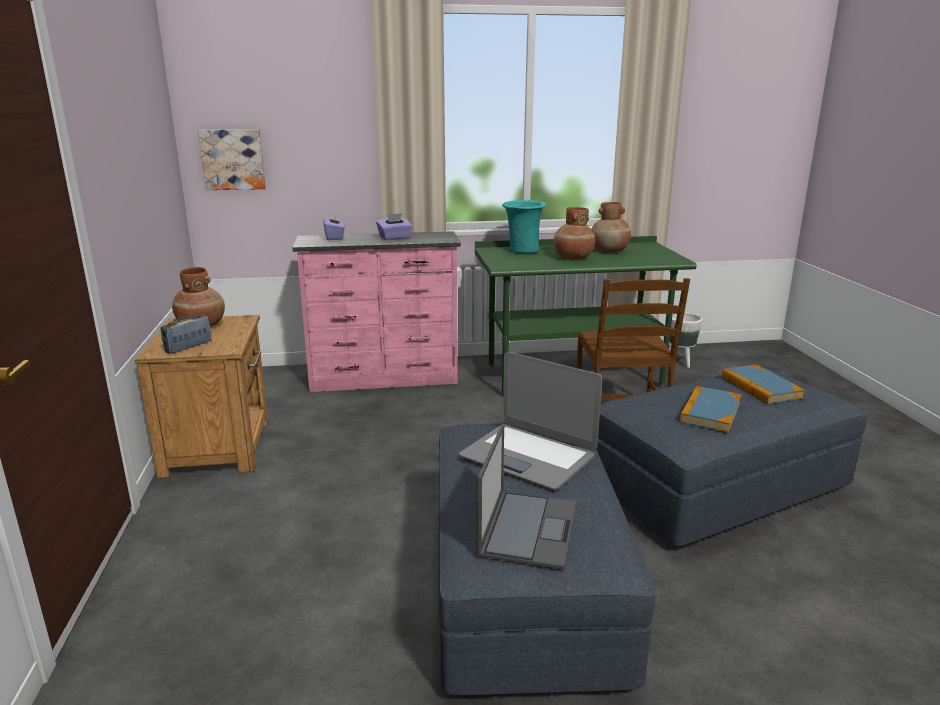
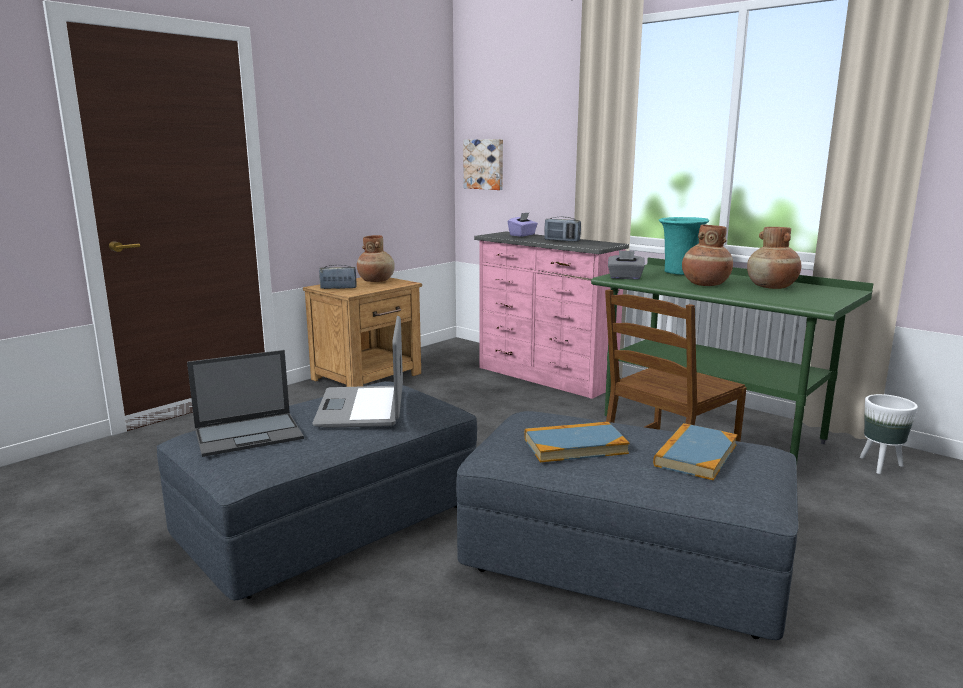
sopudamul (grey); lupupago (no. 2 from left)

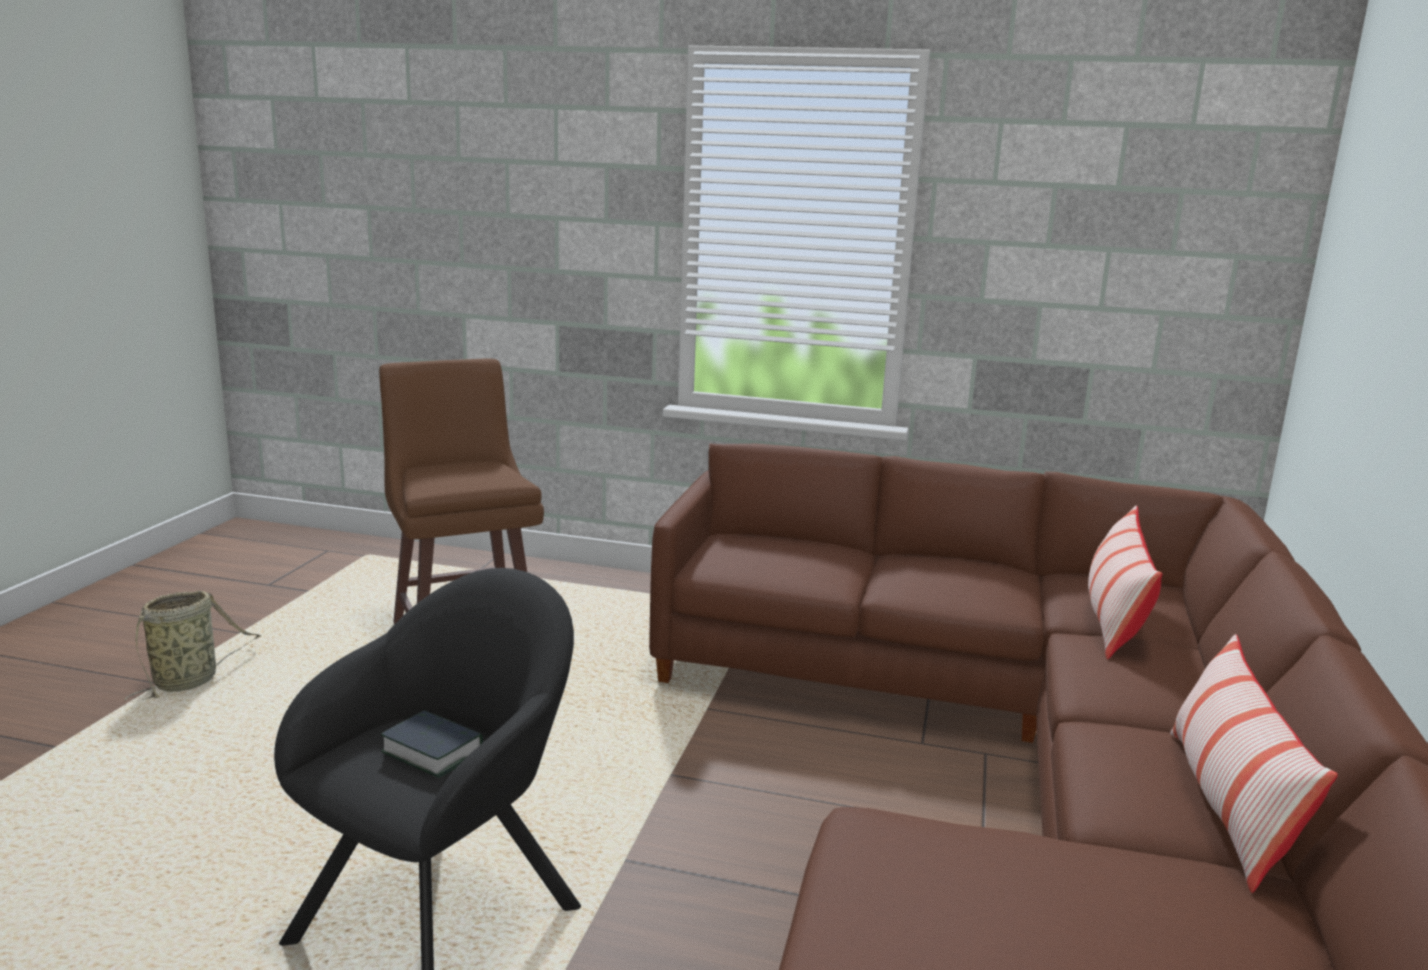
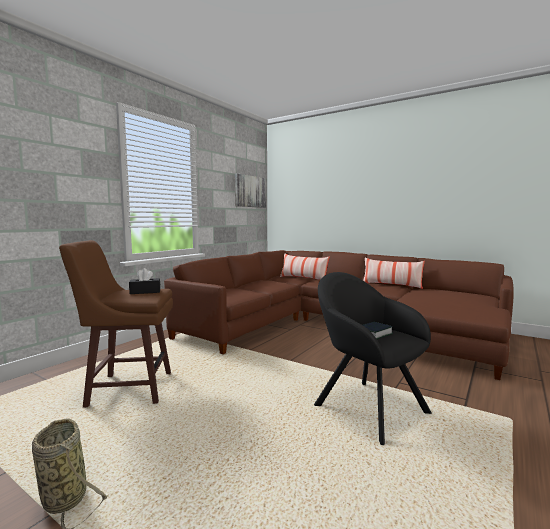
sopudamul (black); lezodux

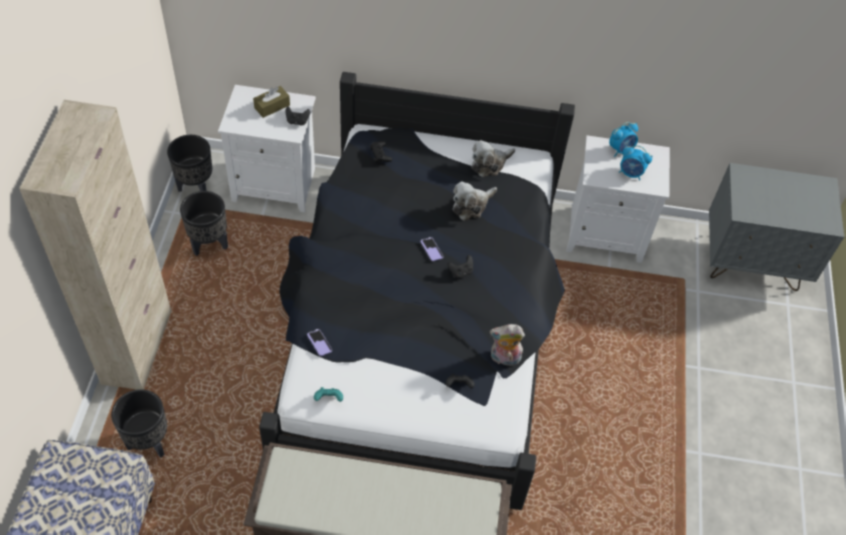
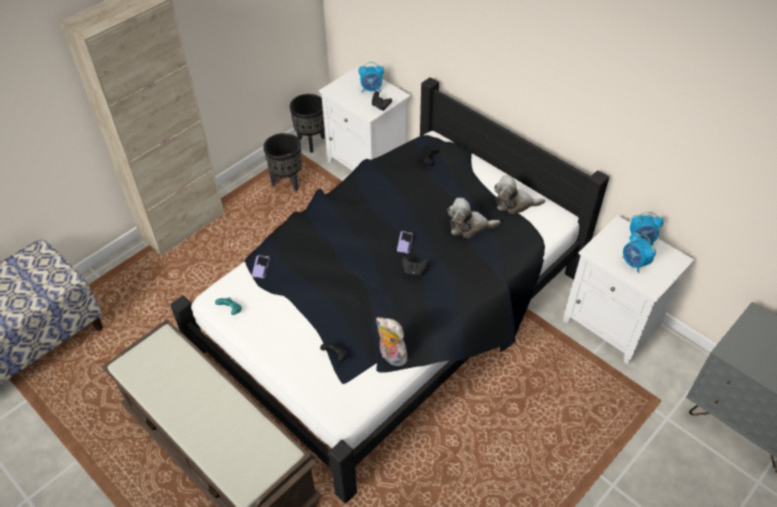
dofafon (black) (no. 1 from left in the first image); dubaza (no. 1 from left)

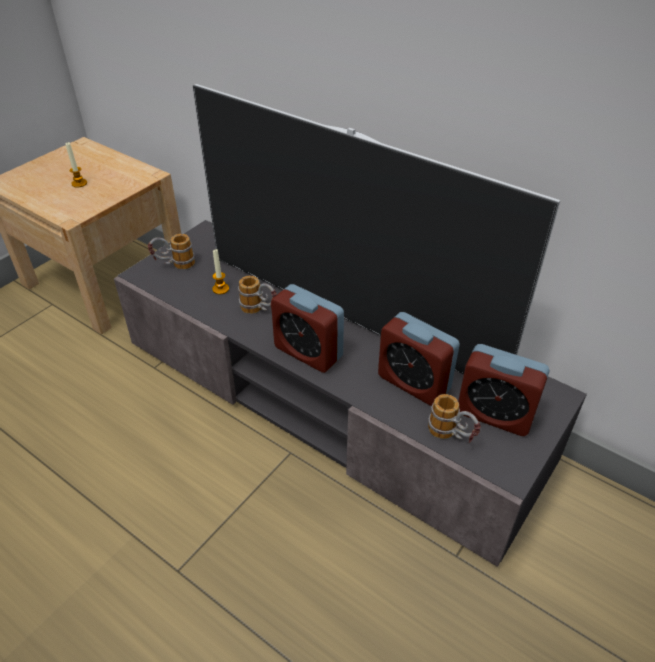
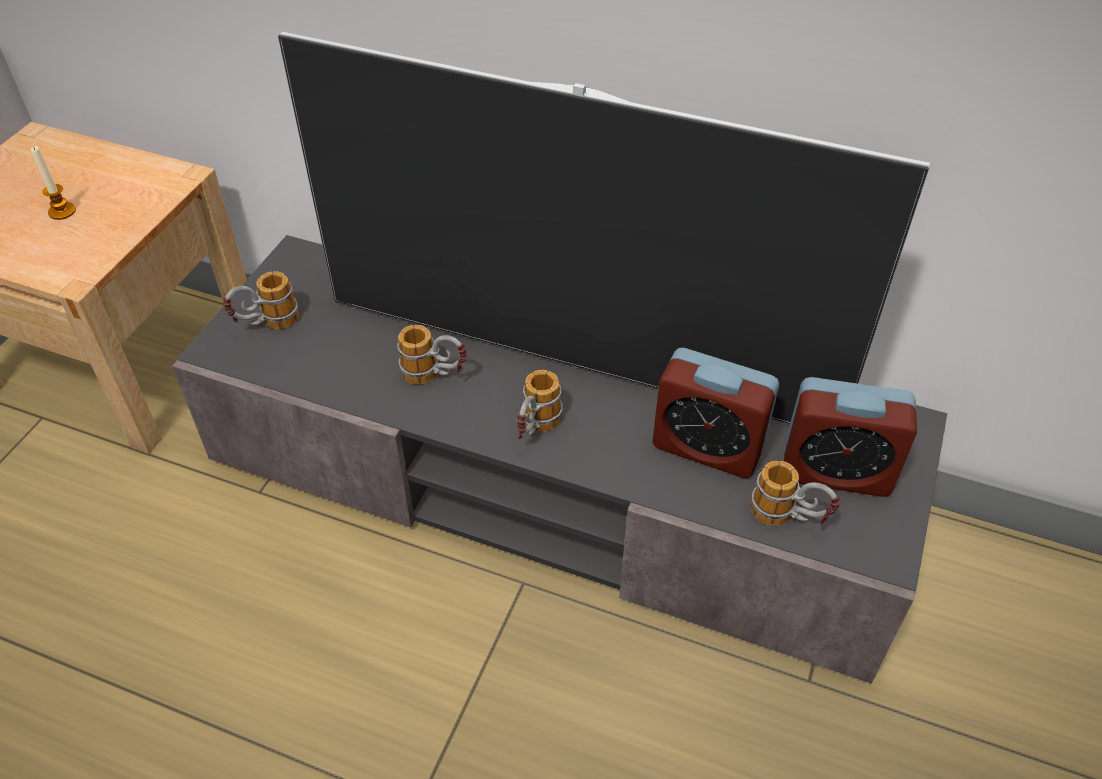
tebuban (no. 2 from left in the first image); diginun (no. 3 from left)

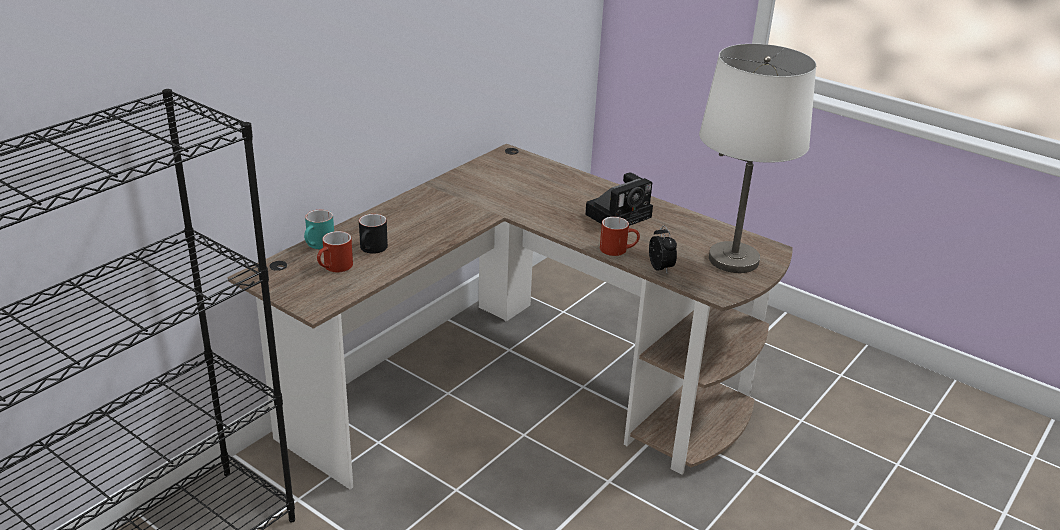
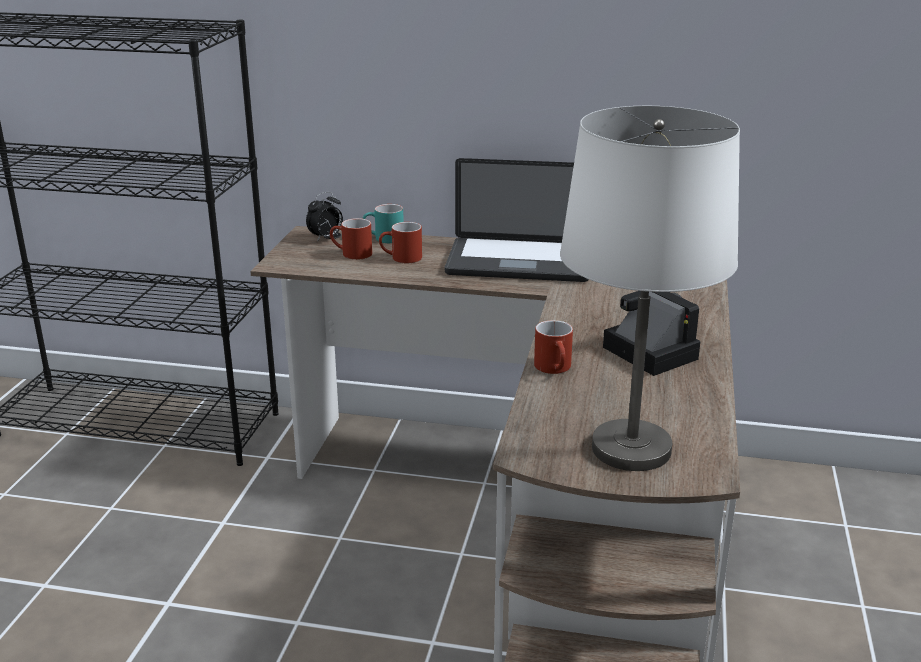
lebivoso; dubaza; diginun (red) (no. 2 from left); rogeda

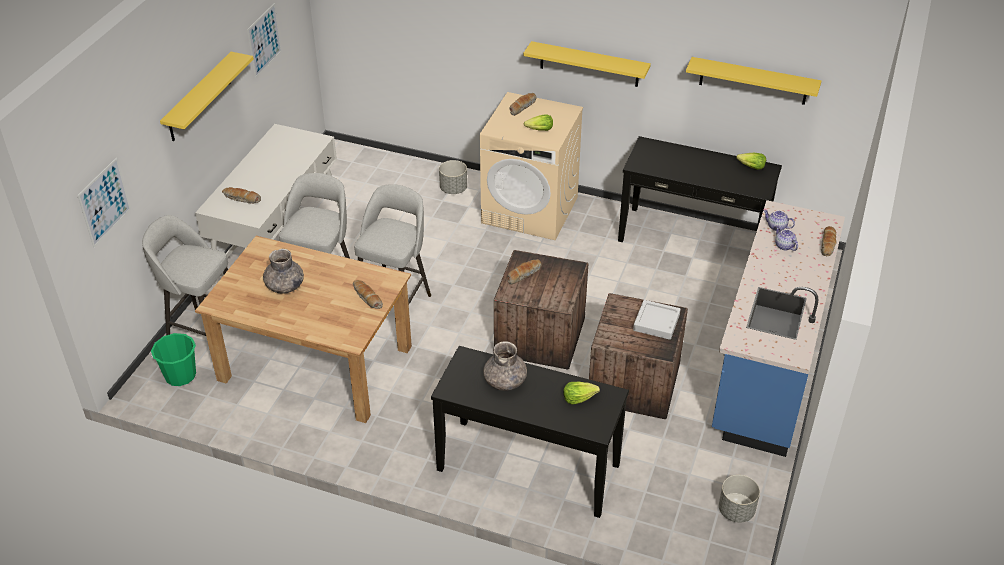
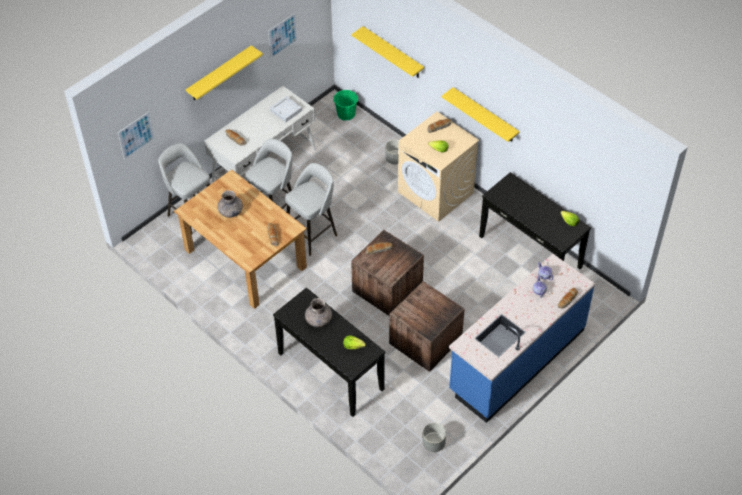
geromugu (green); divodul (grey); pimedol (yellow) (no. 2 from left)

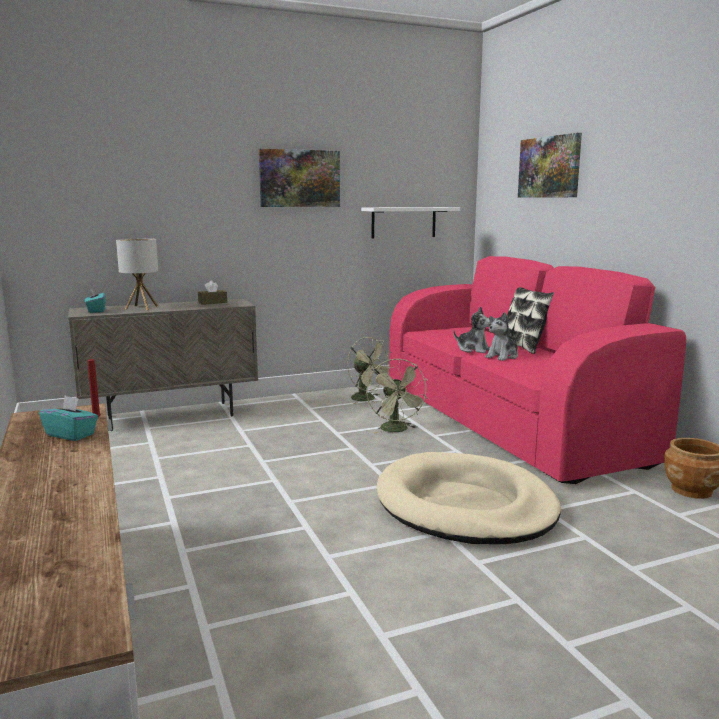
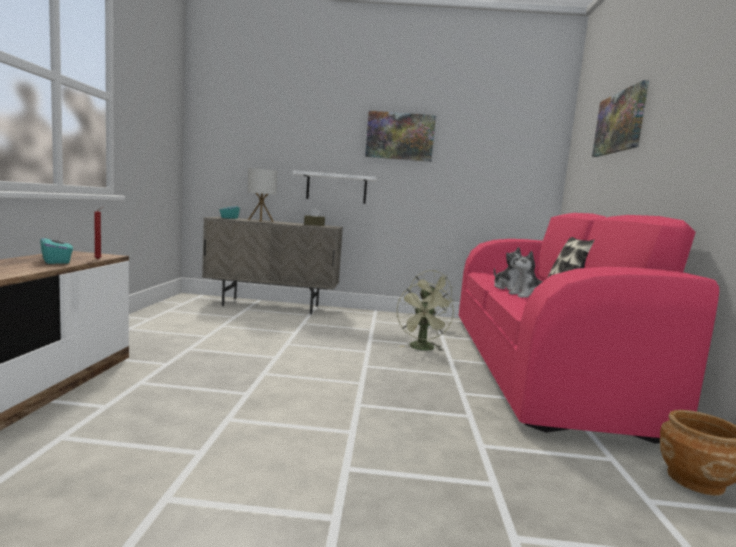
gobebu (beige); pimedol (white)

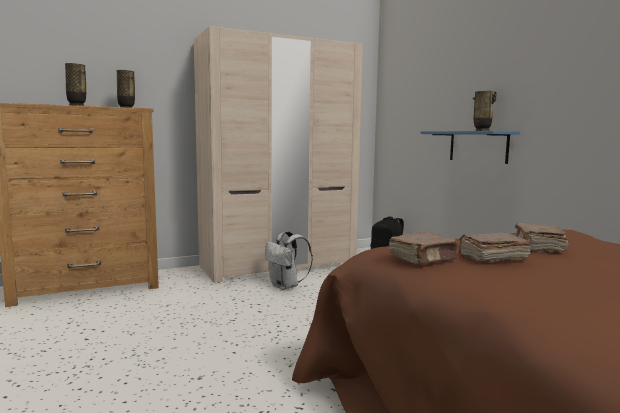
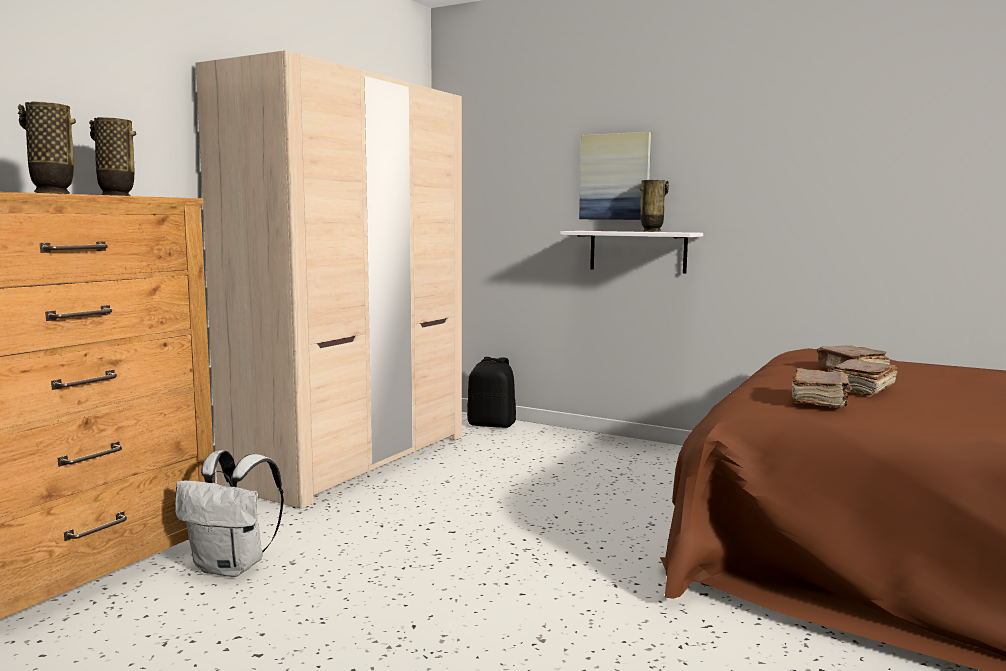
lezodux; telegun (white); pimedol (white)

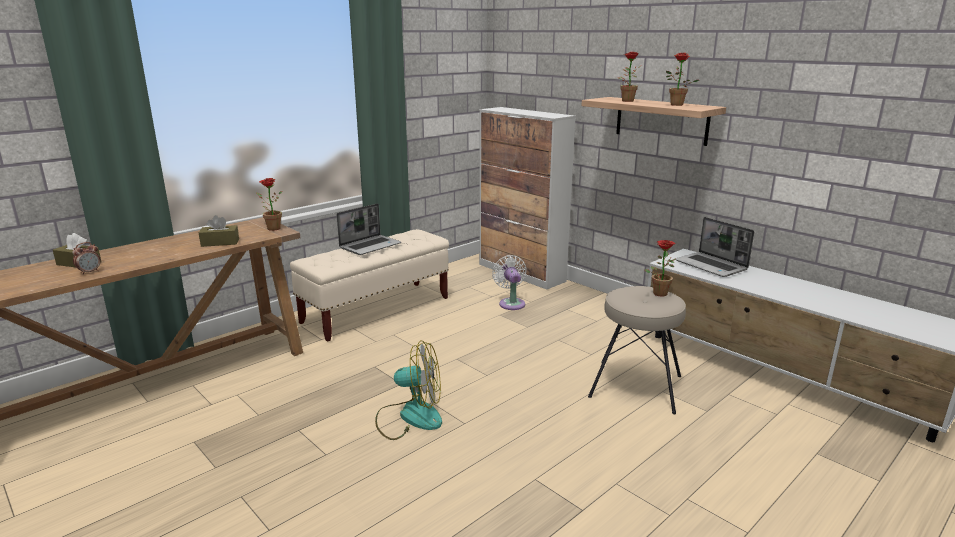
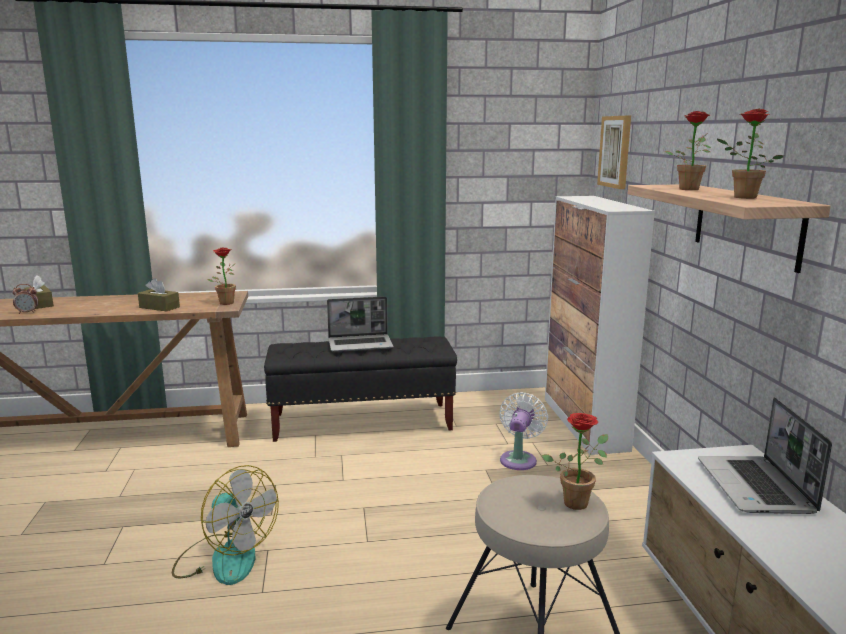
lezodux; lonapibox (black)

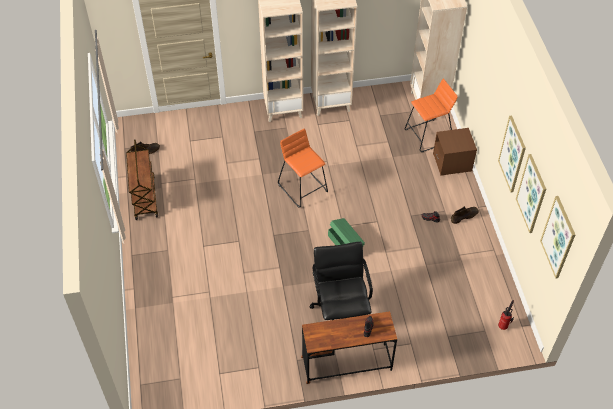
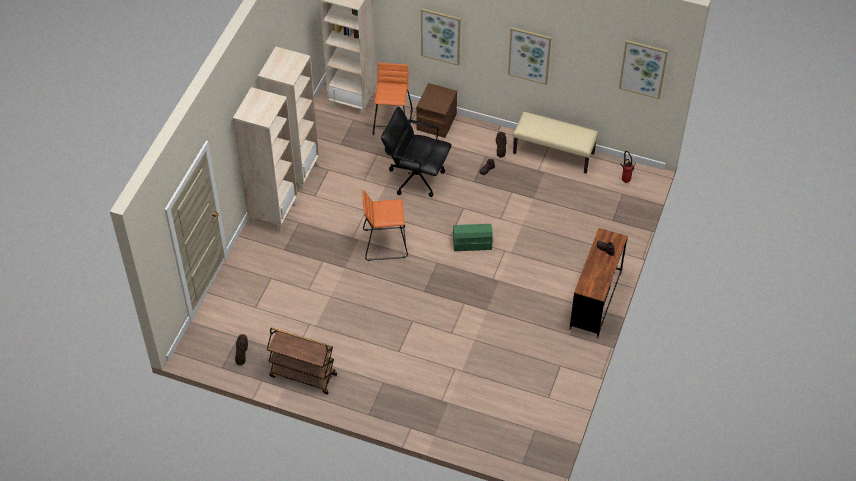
lonapibox (beige); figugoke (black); lezodux (no. 1 from left)

